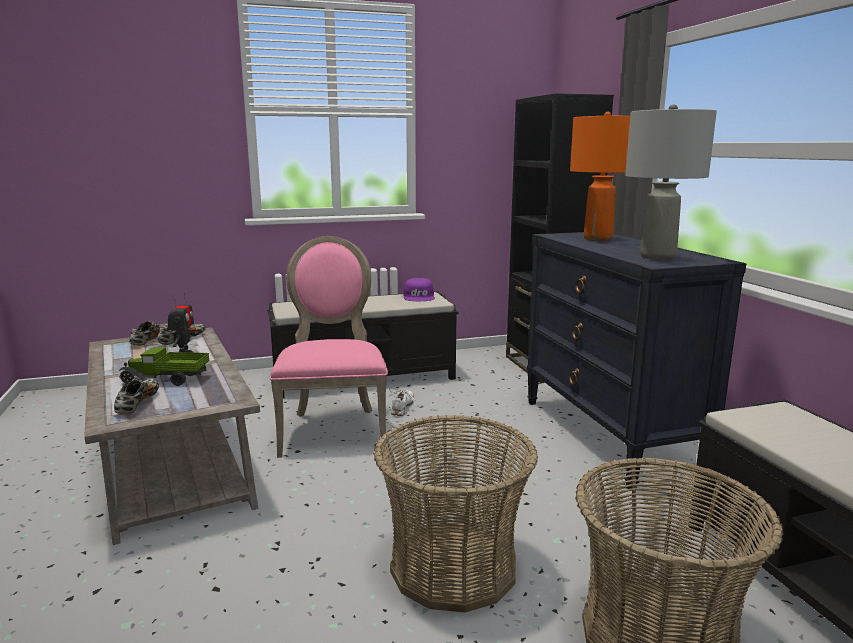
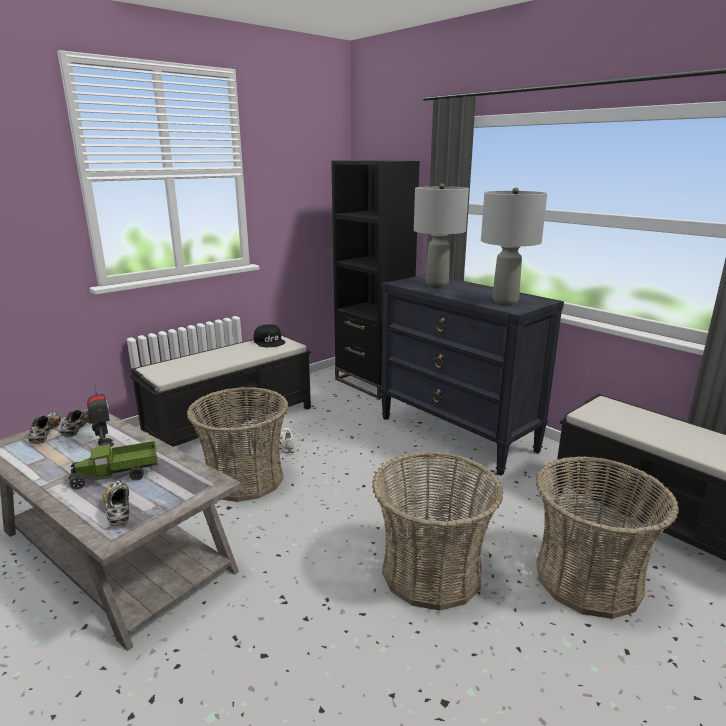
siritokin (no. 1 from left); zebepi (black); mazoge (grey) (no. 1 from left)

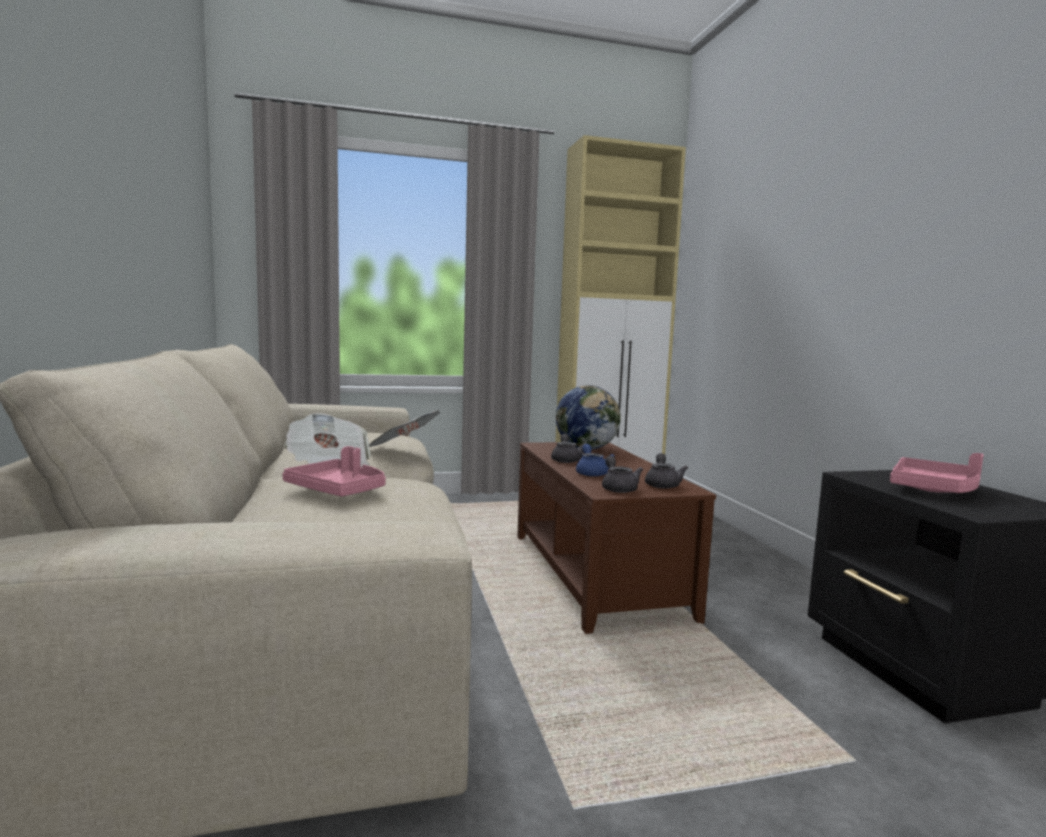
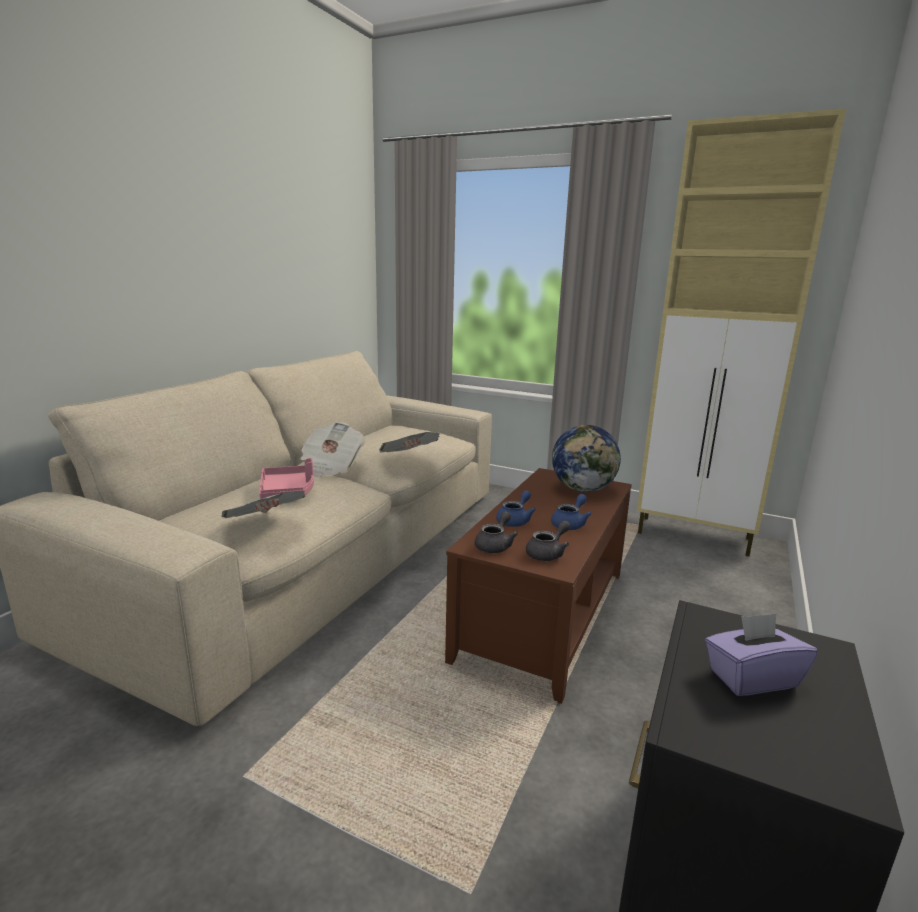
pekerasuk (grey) (no. 1 from left in the first image); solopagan (no. 1 from left); pekerasuk (blue) (no. 2 from left); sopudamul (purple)

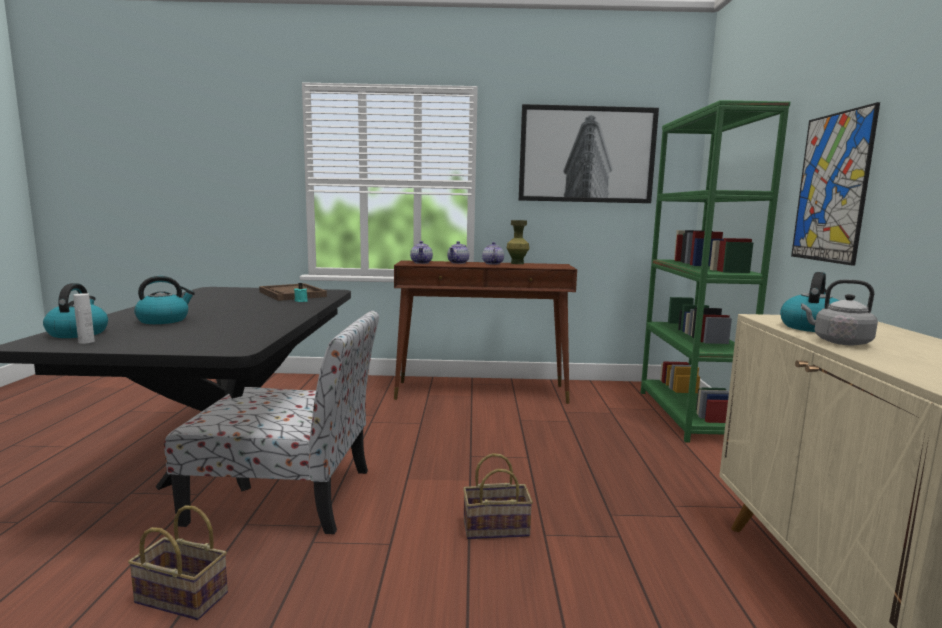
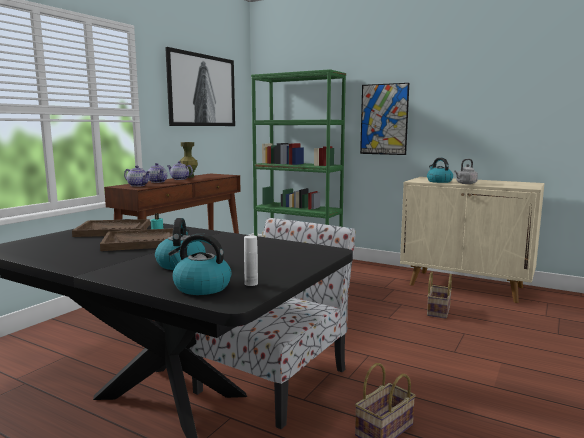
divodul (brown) (no. 2 from left); siritokin (no. 2 from left)

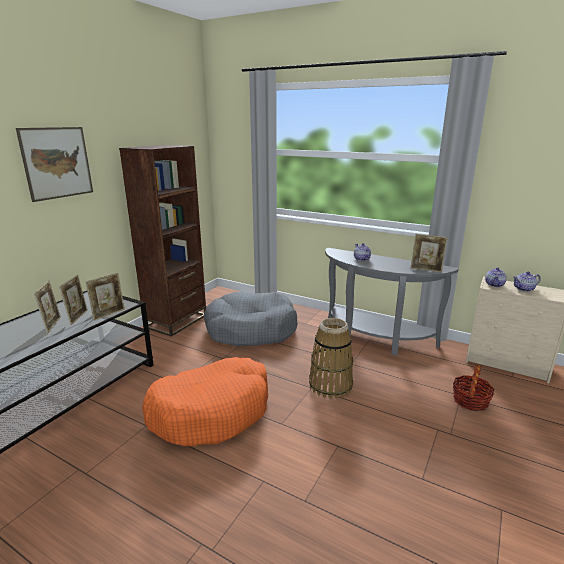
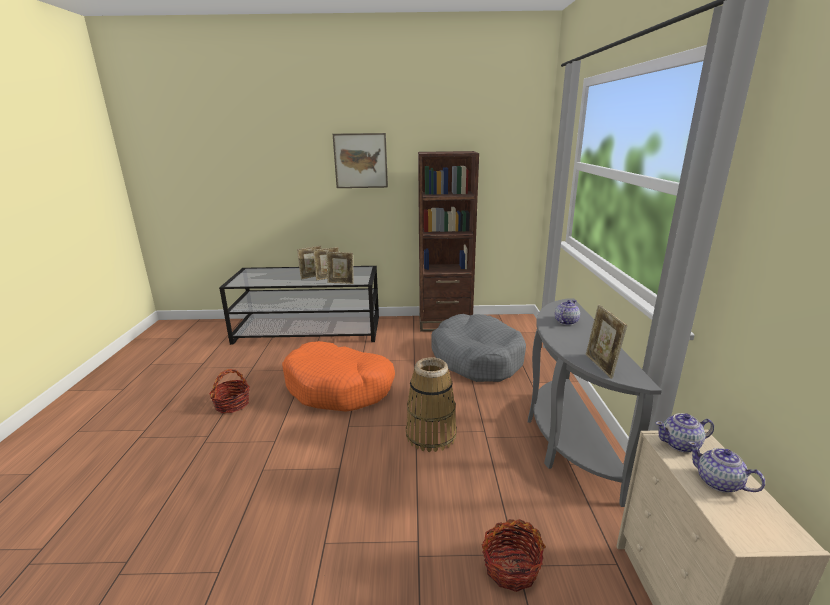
siritokin (no. 1 from left)

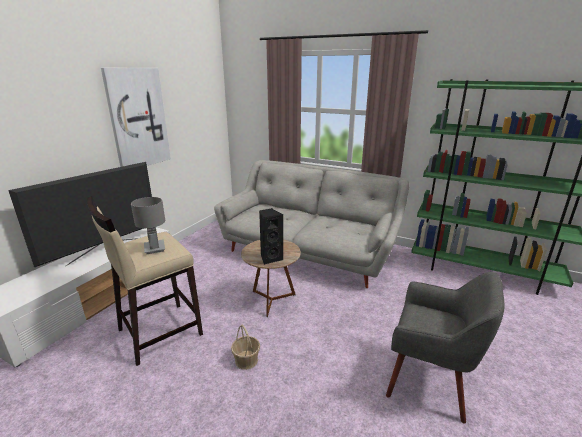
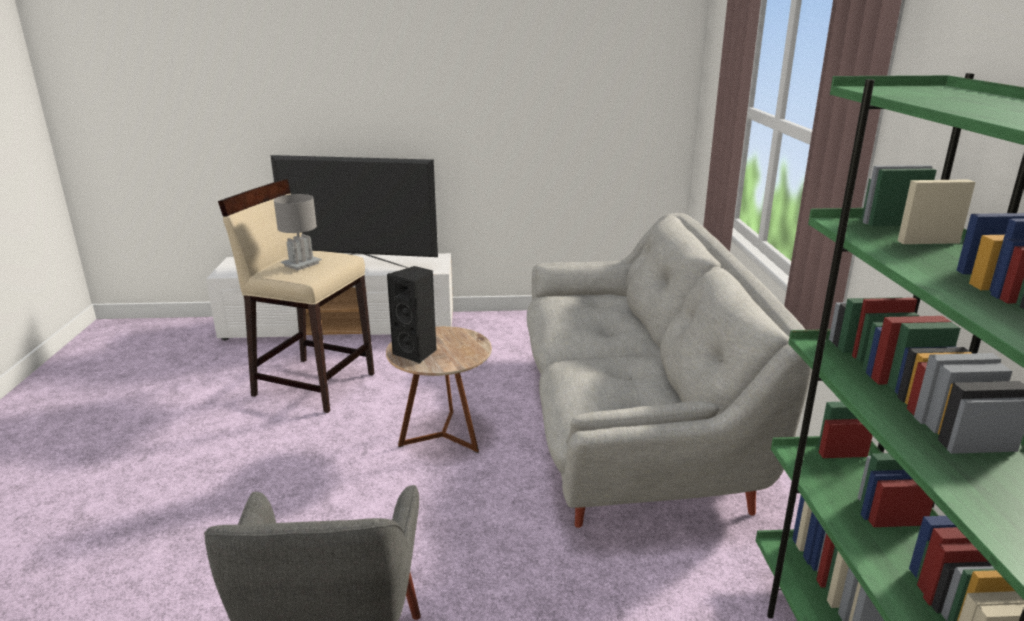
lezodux; siritokin

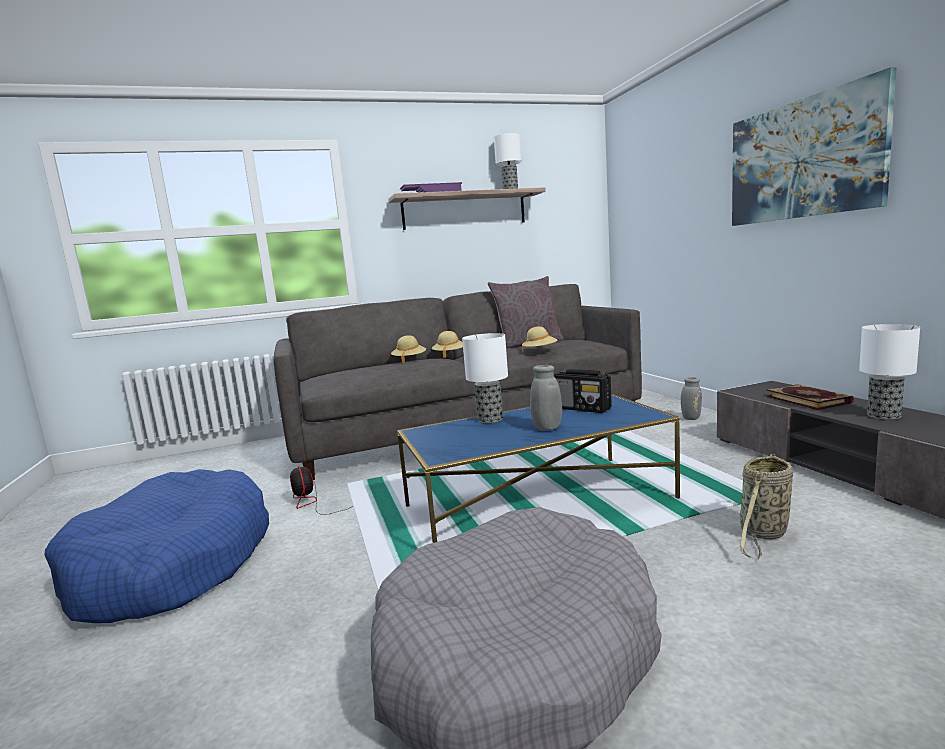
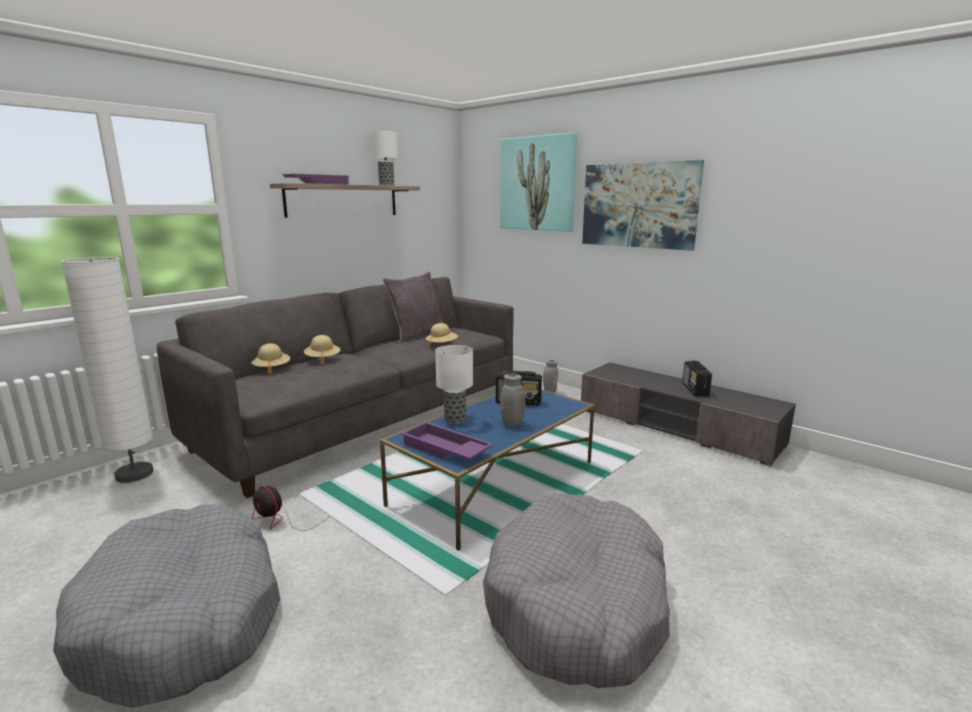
siritokin; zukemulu; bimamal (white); divodul (purple) (no. 2 from left); lezodux (no. 1 from left); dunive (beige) (no. 1 from left); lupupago (no. 2 from left); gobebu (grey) (no. 1 from left)

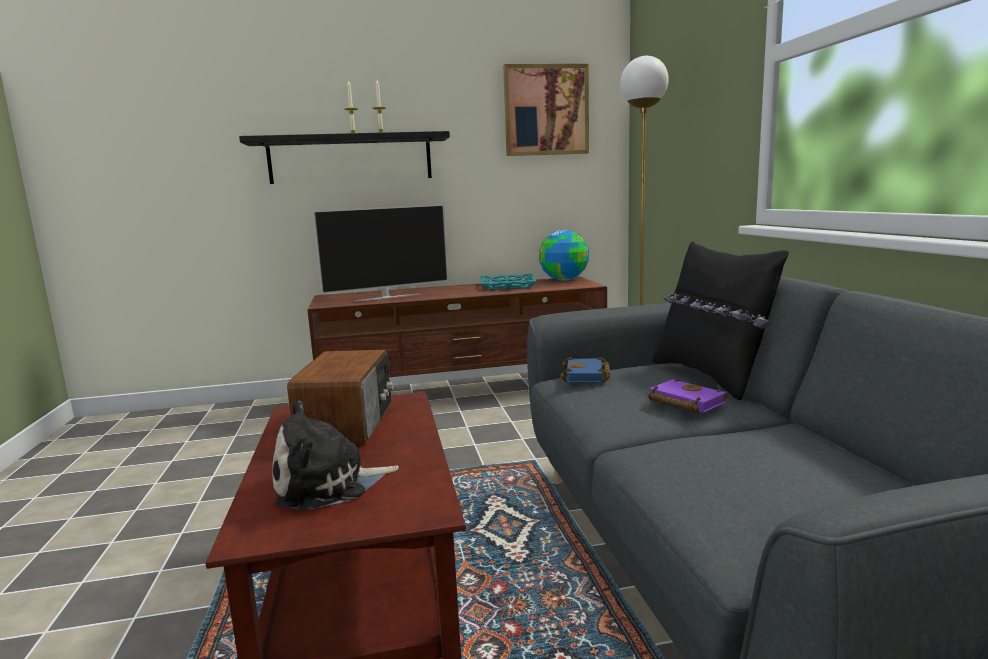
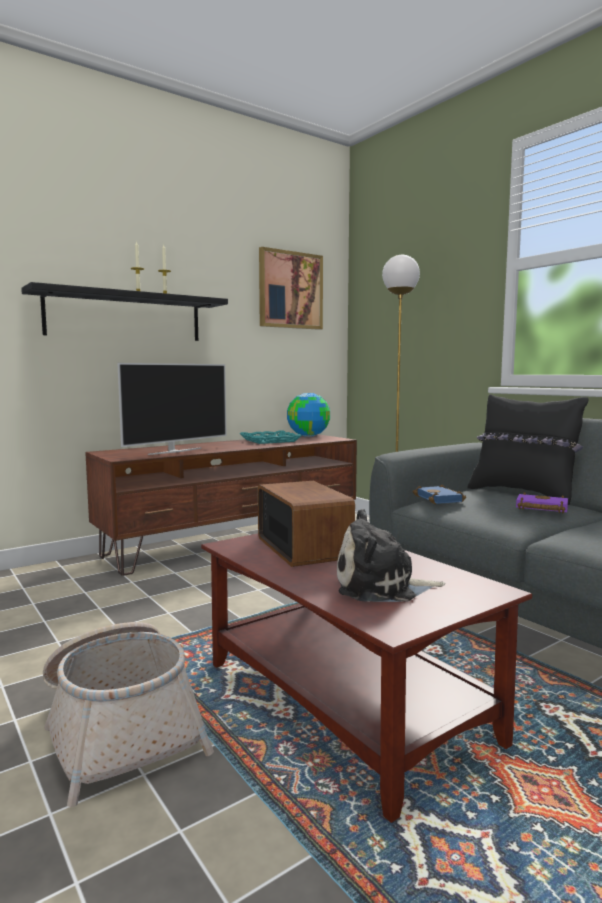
siritokin; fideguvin

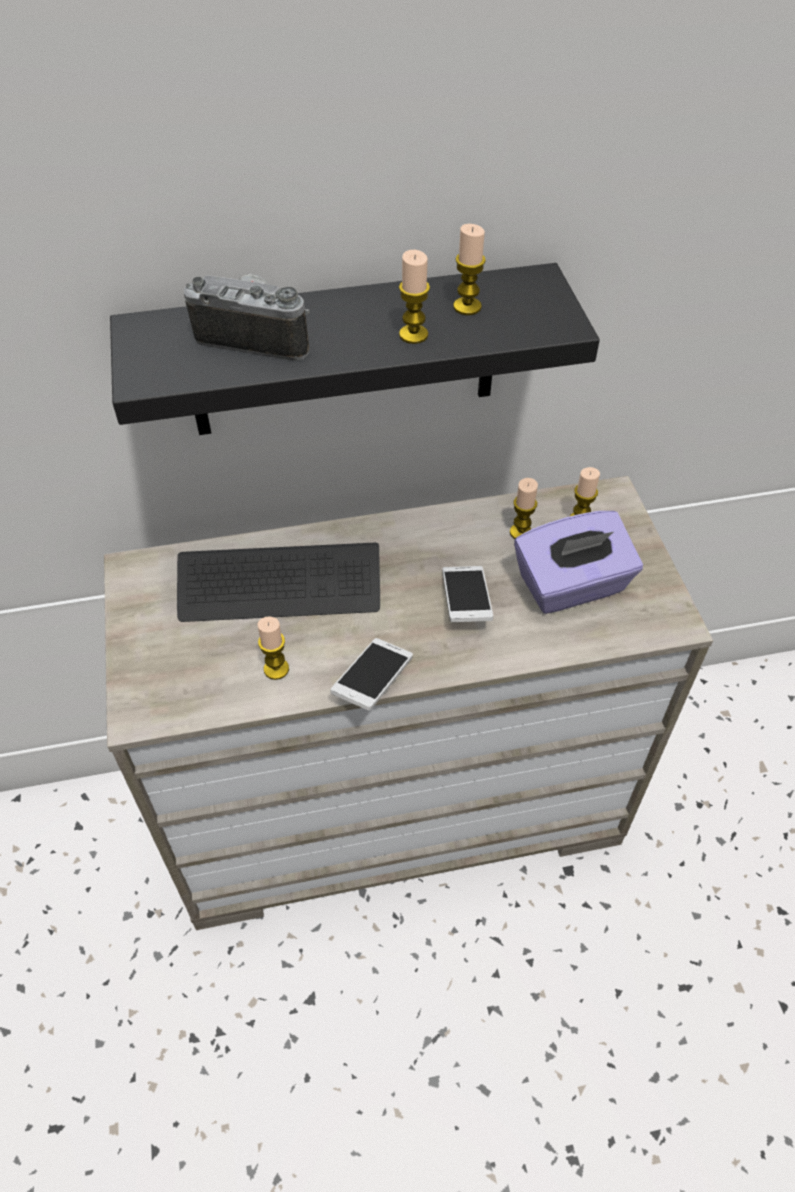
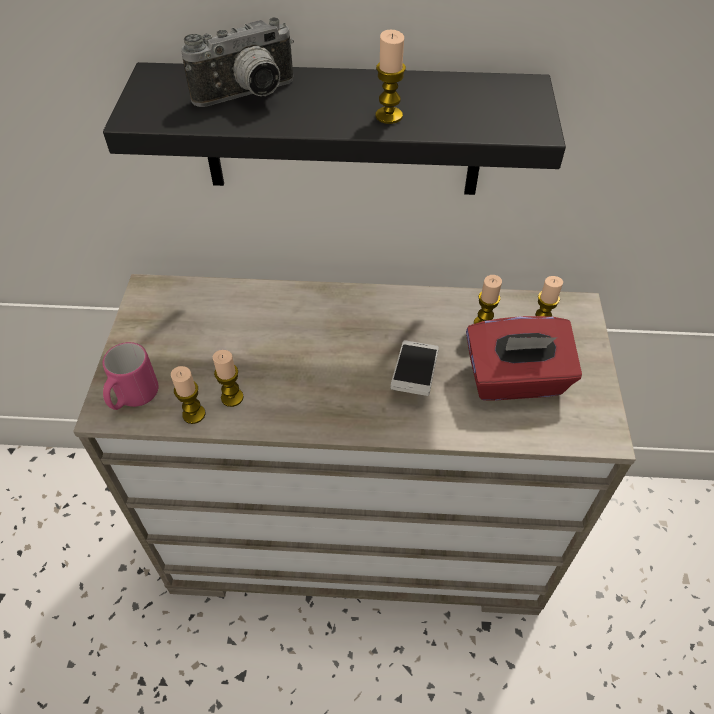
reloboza; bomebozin (no. 1 from left in the first image); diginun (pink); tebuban (no. 1 from left); sopudamul (red); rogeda

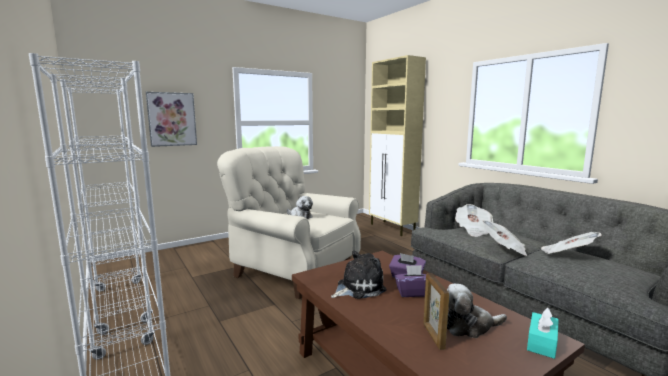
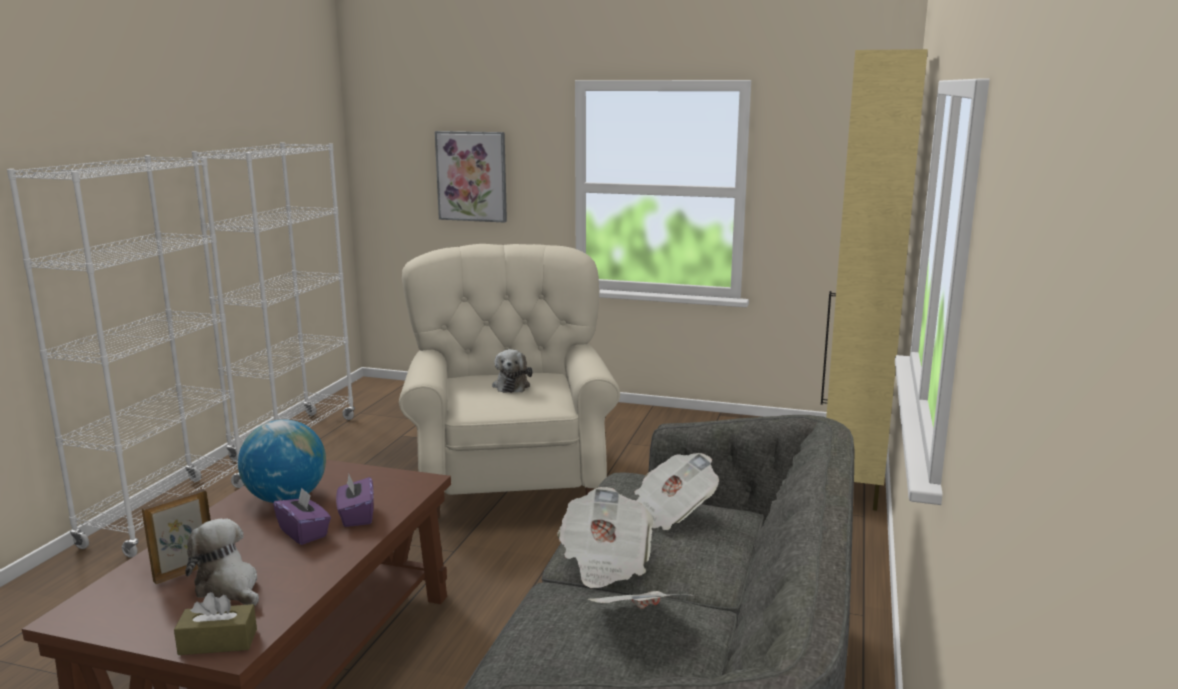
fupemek; sopudamul (brown)

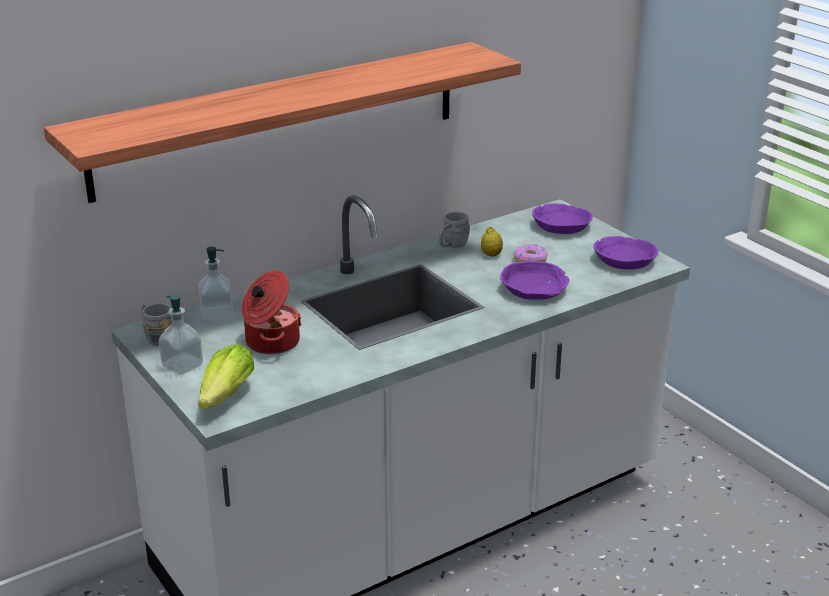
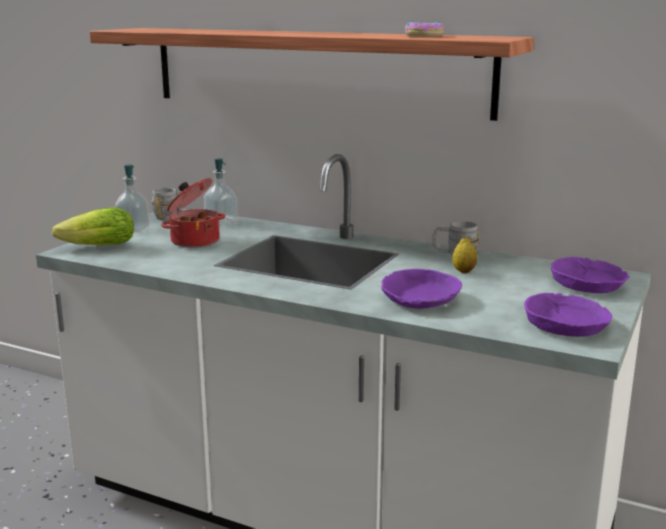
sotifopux

